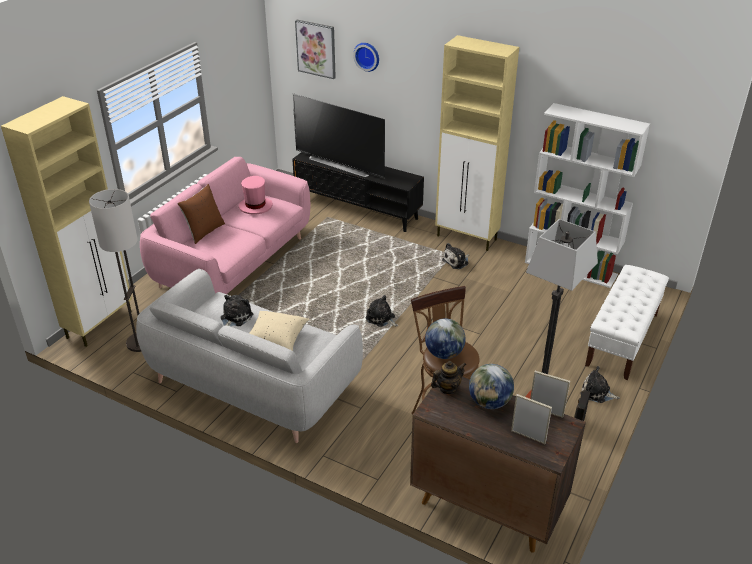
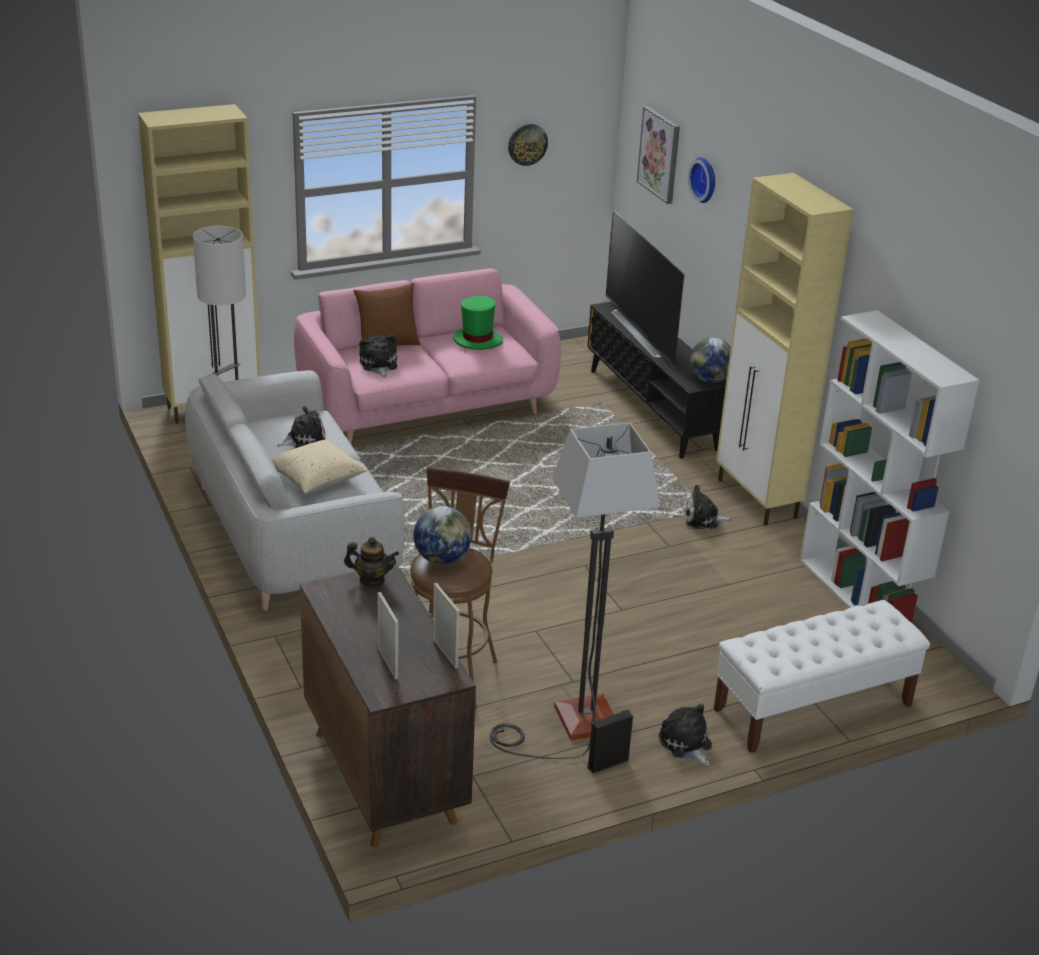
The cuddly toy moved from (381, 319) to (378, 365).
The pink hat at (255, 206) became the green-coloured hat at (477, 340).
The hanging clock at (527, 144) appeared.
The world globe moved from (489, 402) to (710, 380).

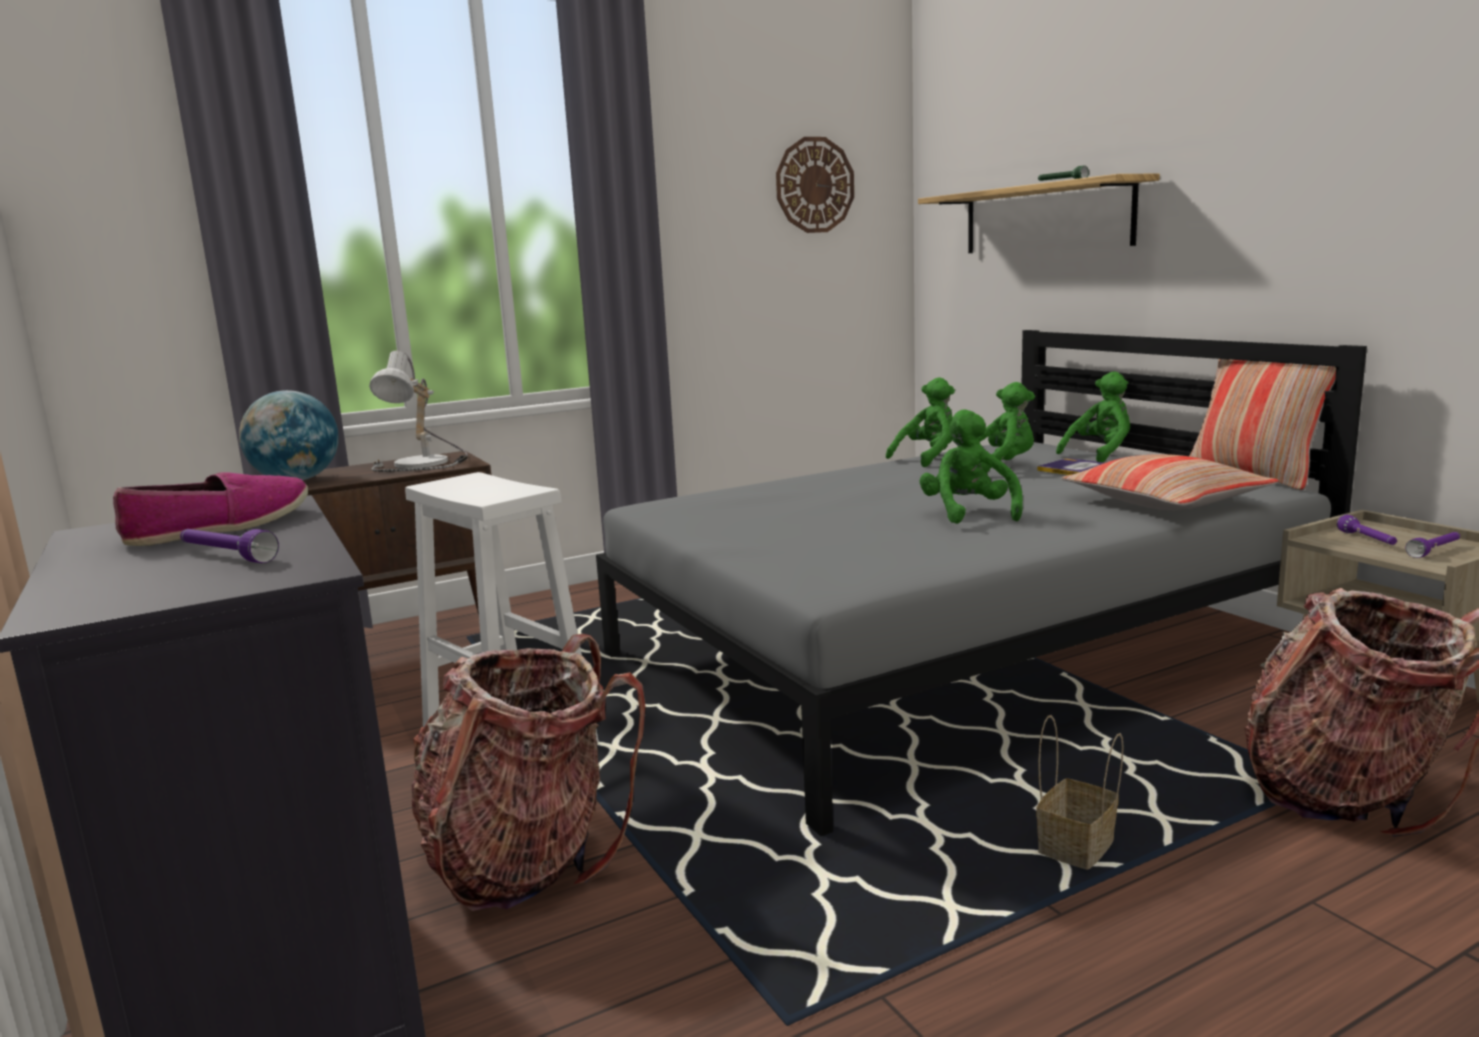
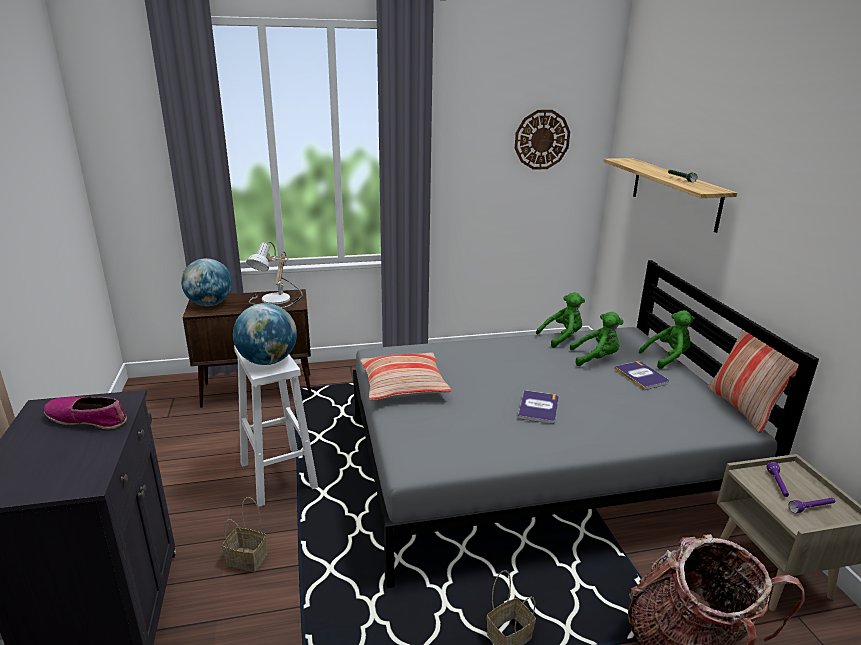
The shoe at (221, 527) turned 135 degrees counterclockwise.
The rucksack at (526, 858) was replaced by the household basket at (248, 559).
The world globe at (268, 361) appeared.
The pillow moved from (1165, 502) to (403, 385).
The green-coloured cuddly toy at (968, 513) was replaced by the book at (538, 407).
The purplish hand torch at (226, 556) disappeared.

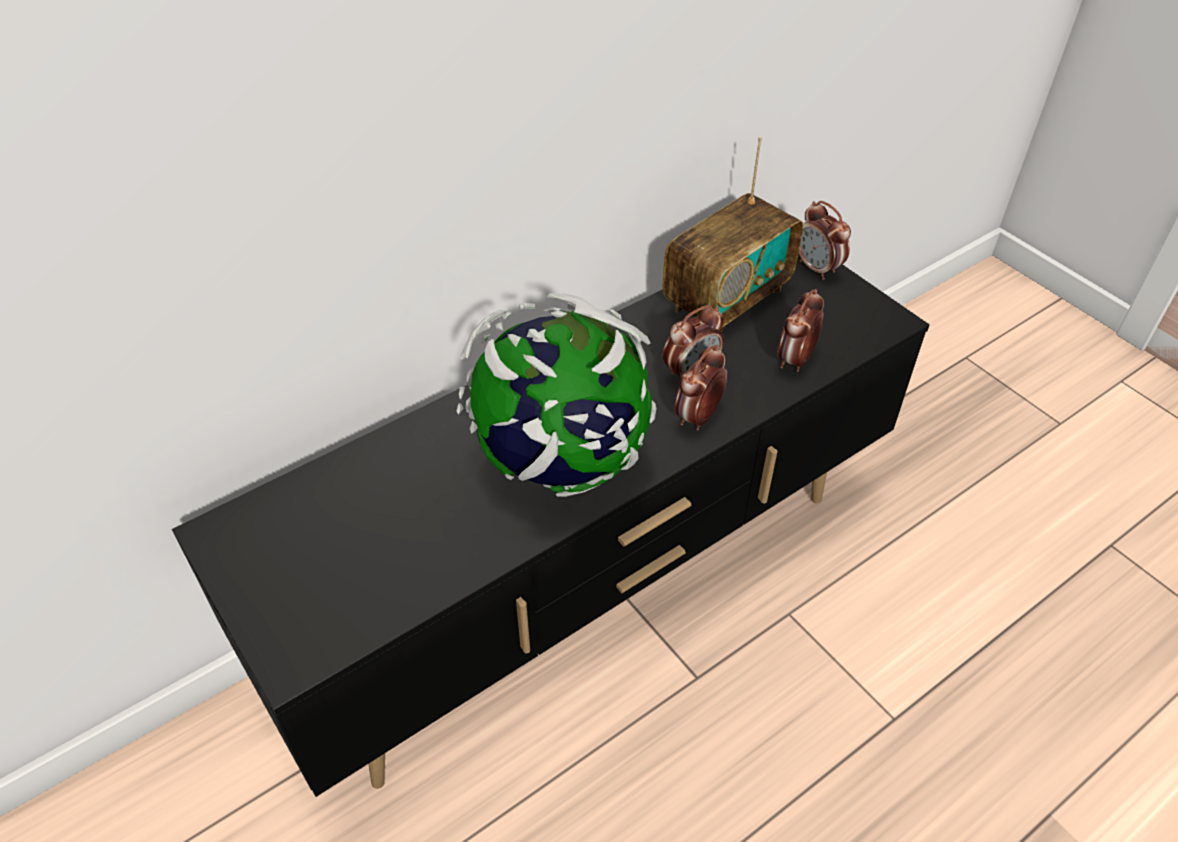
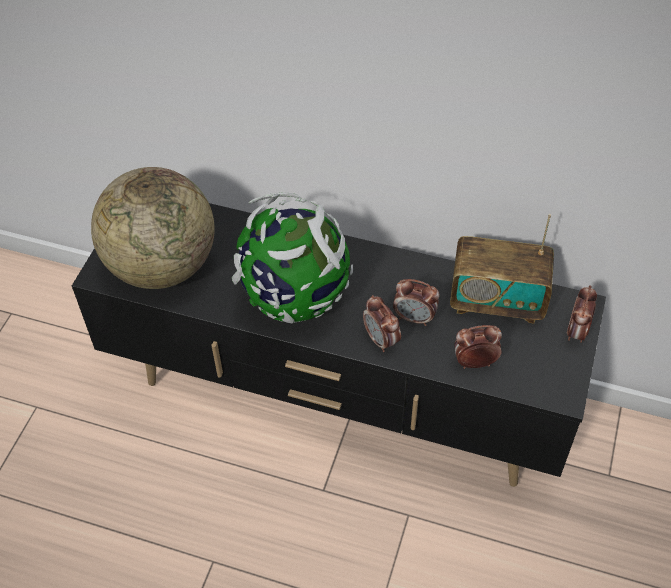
The world globe at (162, 266) appeared.
The table clock at (698, 417) turned 120 degrees counterclockwise.

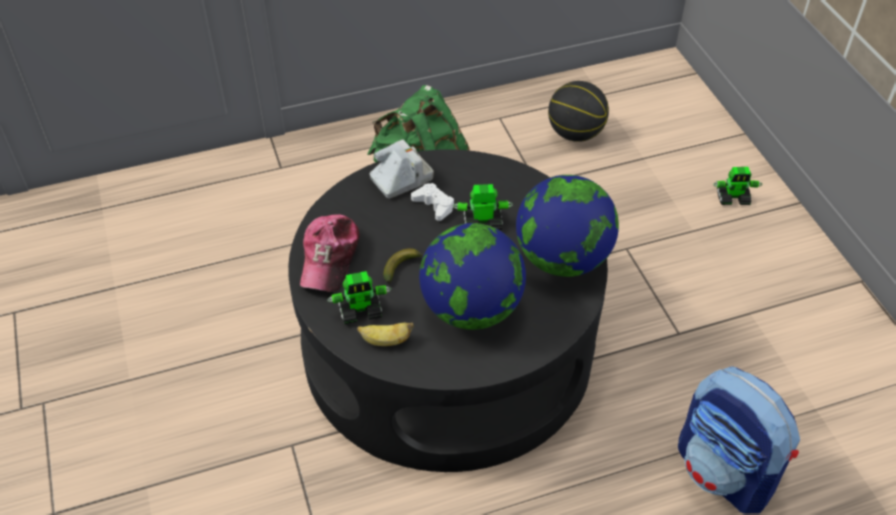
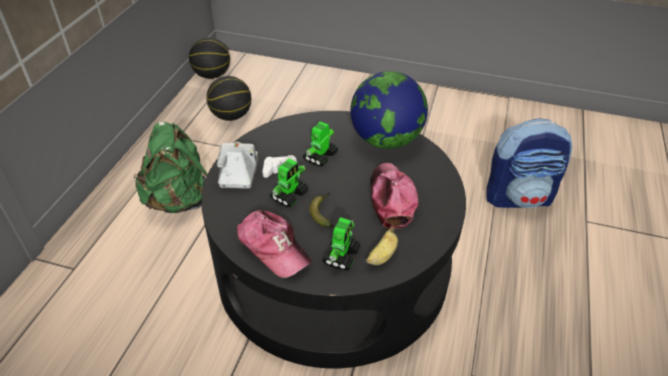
The basketball at (212, 75) appeared.
The robot figure moved from (733, 198) to (290, 195).
The world globe at (471, 309) was replaced by the peaked cap at (391, 199).

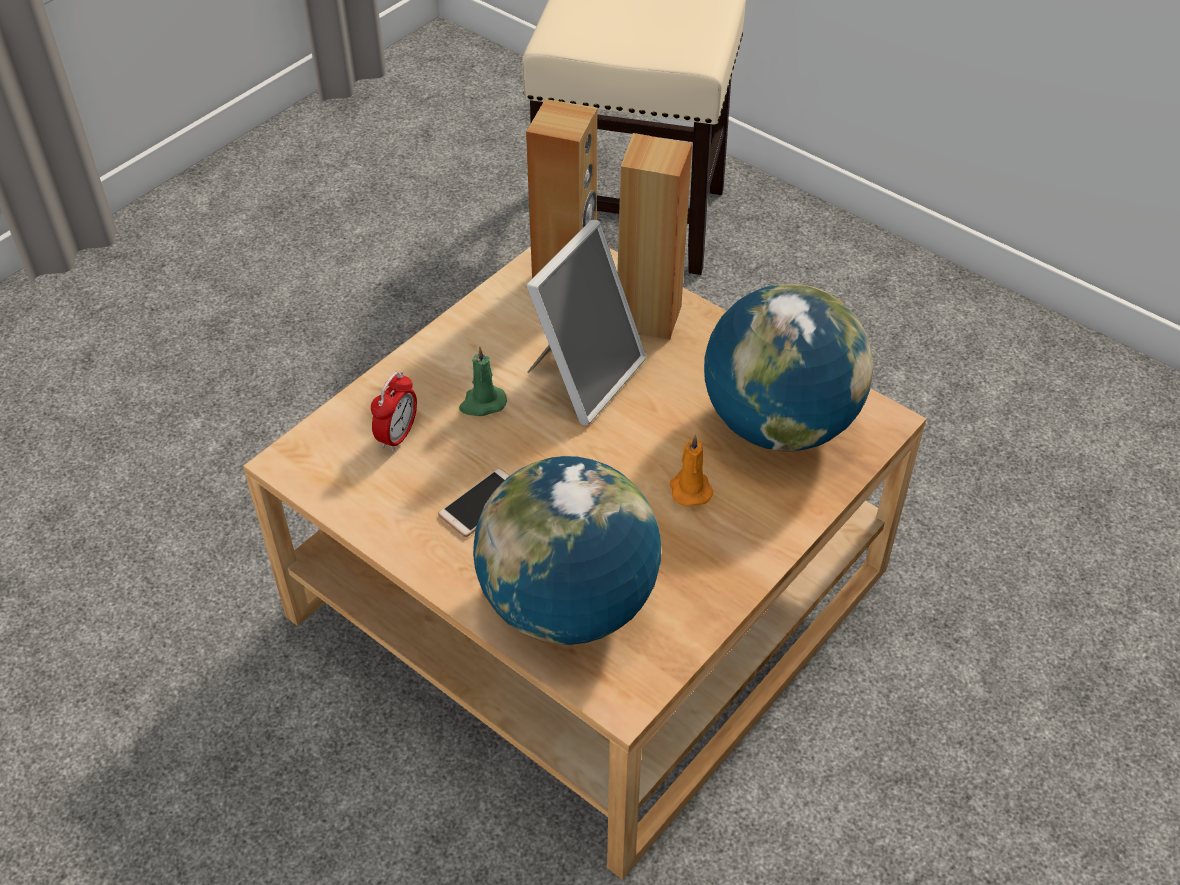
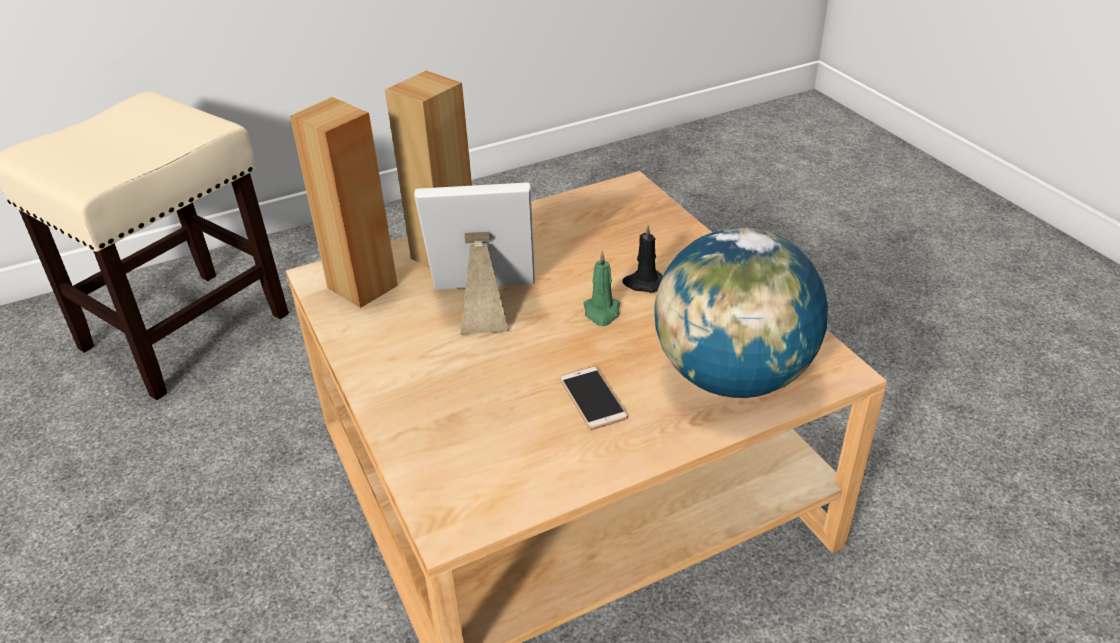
The picture frame at (583, 376) turned 60 degrees counterclockwise.
The green-coloured wax candle moved from (482, 403) to (602, 312).
The orangey wax candle at (690, 488) became the black-coloured wax candle at (643, 283).
The table clock at (397, 435) disappeared.
The world globe at (779, 424) disappeared.

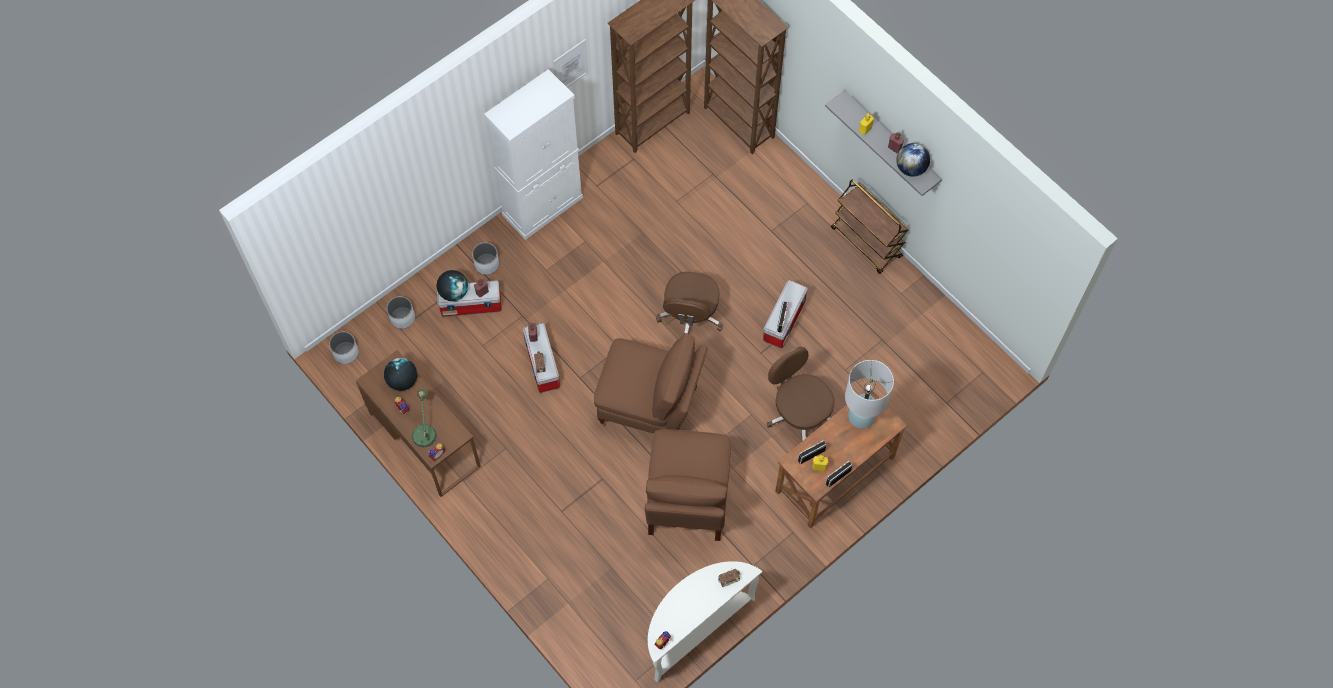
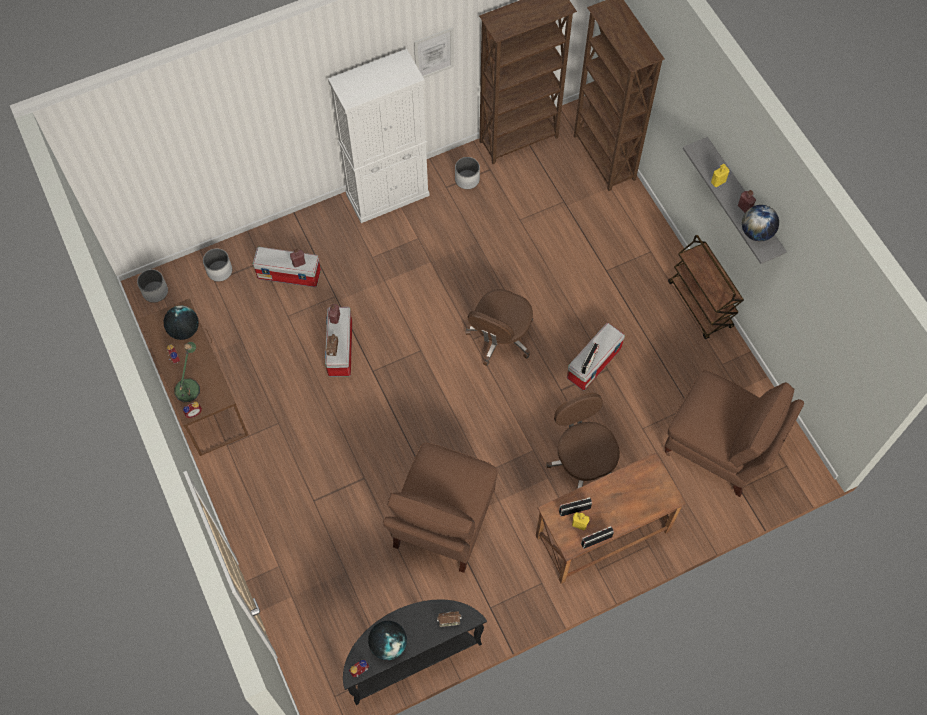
The white hall table at (694, 627) became the black-coloured hall table at (411, 657).
The world globe moved from (454, 292) to (388, 644).
The white flower pot moved from (486, 264) to (467, 179).
The brown-coloured upright chair moved from (650, 406) to (719, 447).
The white tabletop lamp at (861, 416) disappeared.

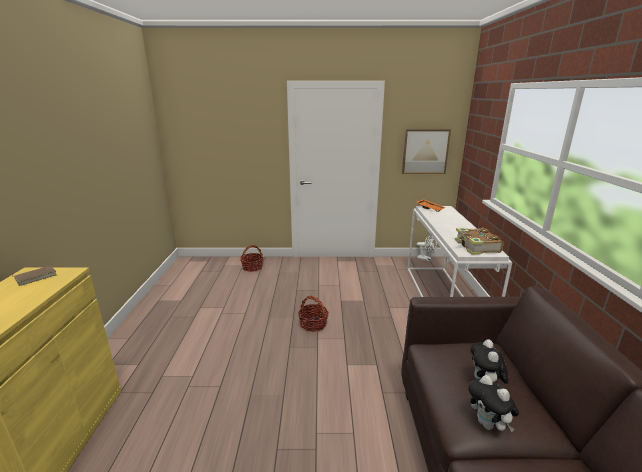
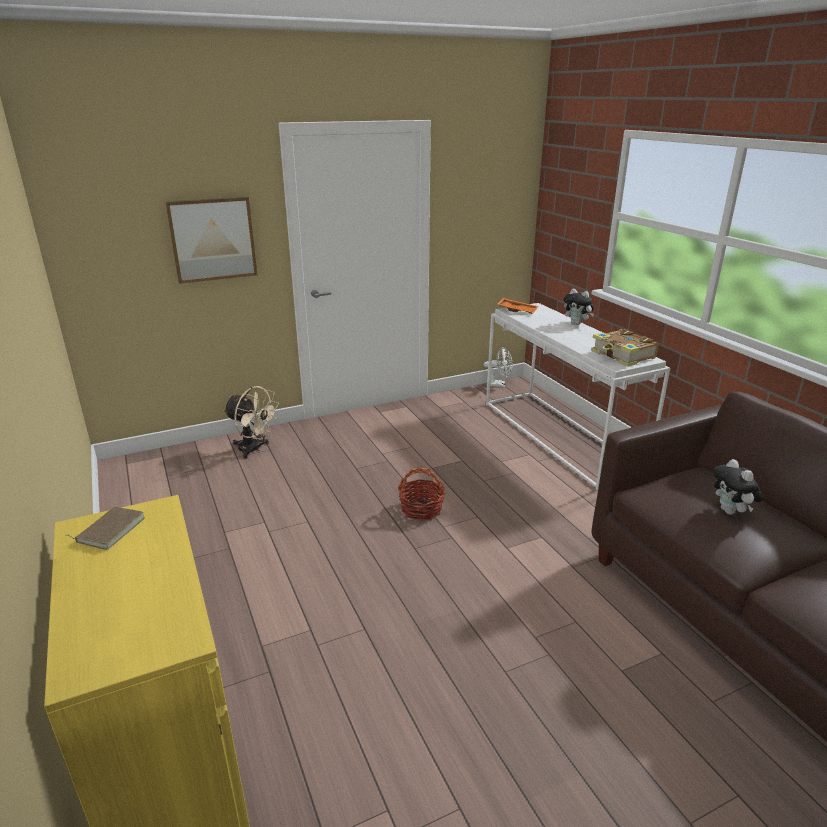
The wall picture moved from (425, 151) to (212, 239).
The household basket at (252, 267) was replaced by the beige cooling fan at (254, 449).
The cuddly toy moved from (488, 425) to (577, 324).

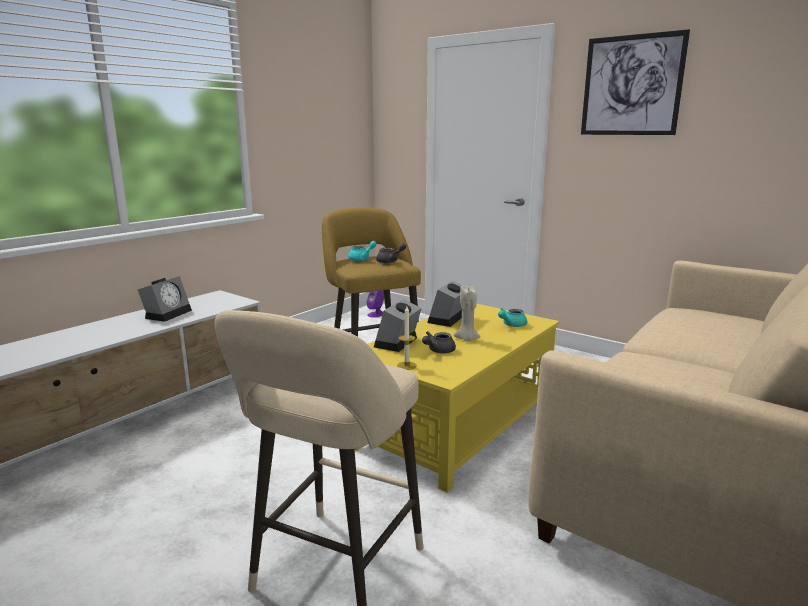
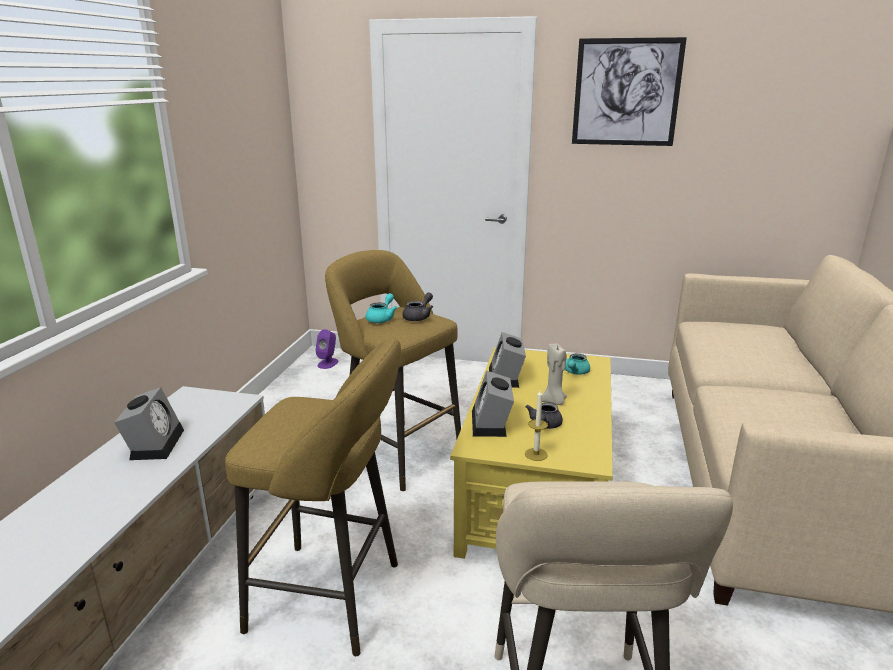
The yellow stool seat at (333, 598) appeared.

